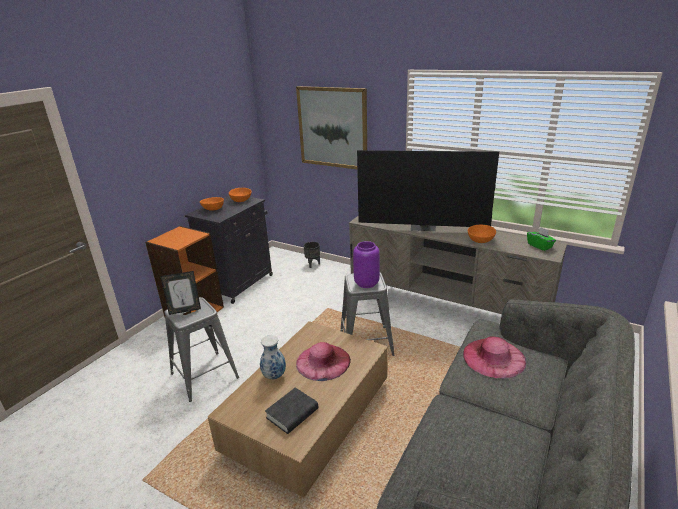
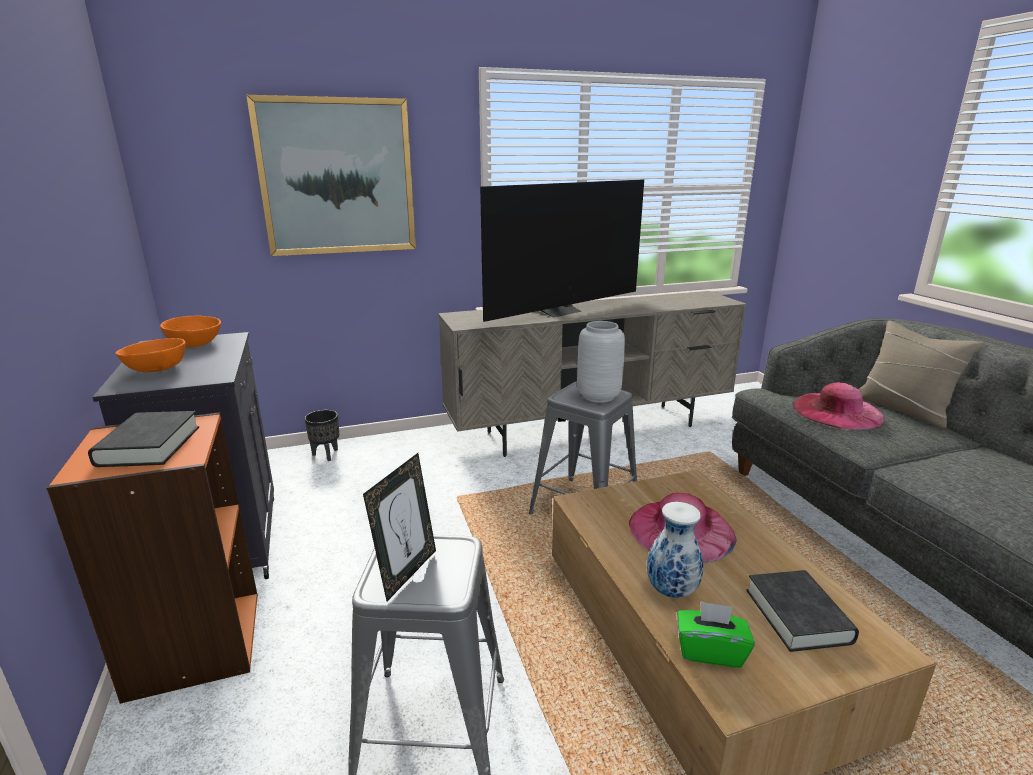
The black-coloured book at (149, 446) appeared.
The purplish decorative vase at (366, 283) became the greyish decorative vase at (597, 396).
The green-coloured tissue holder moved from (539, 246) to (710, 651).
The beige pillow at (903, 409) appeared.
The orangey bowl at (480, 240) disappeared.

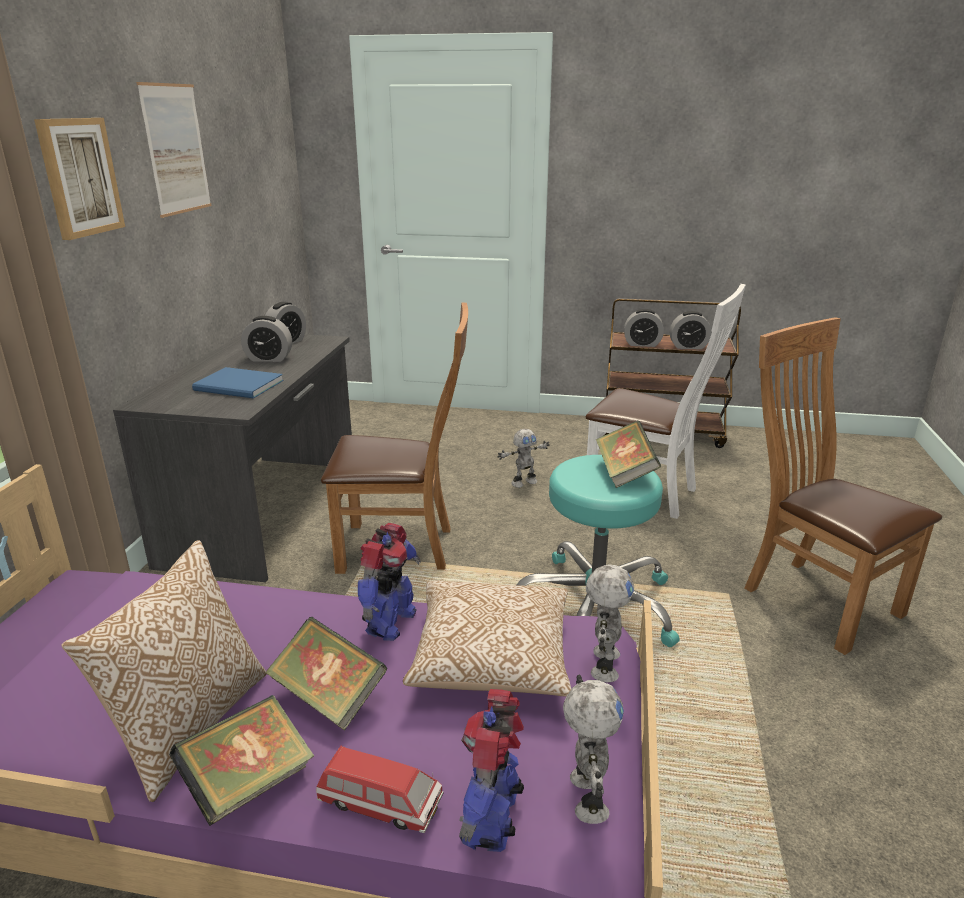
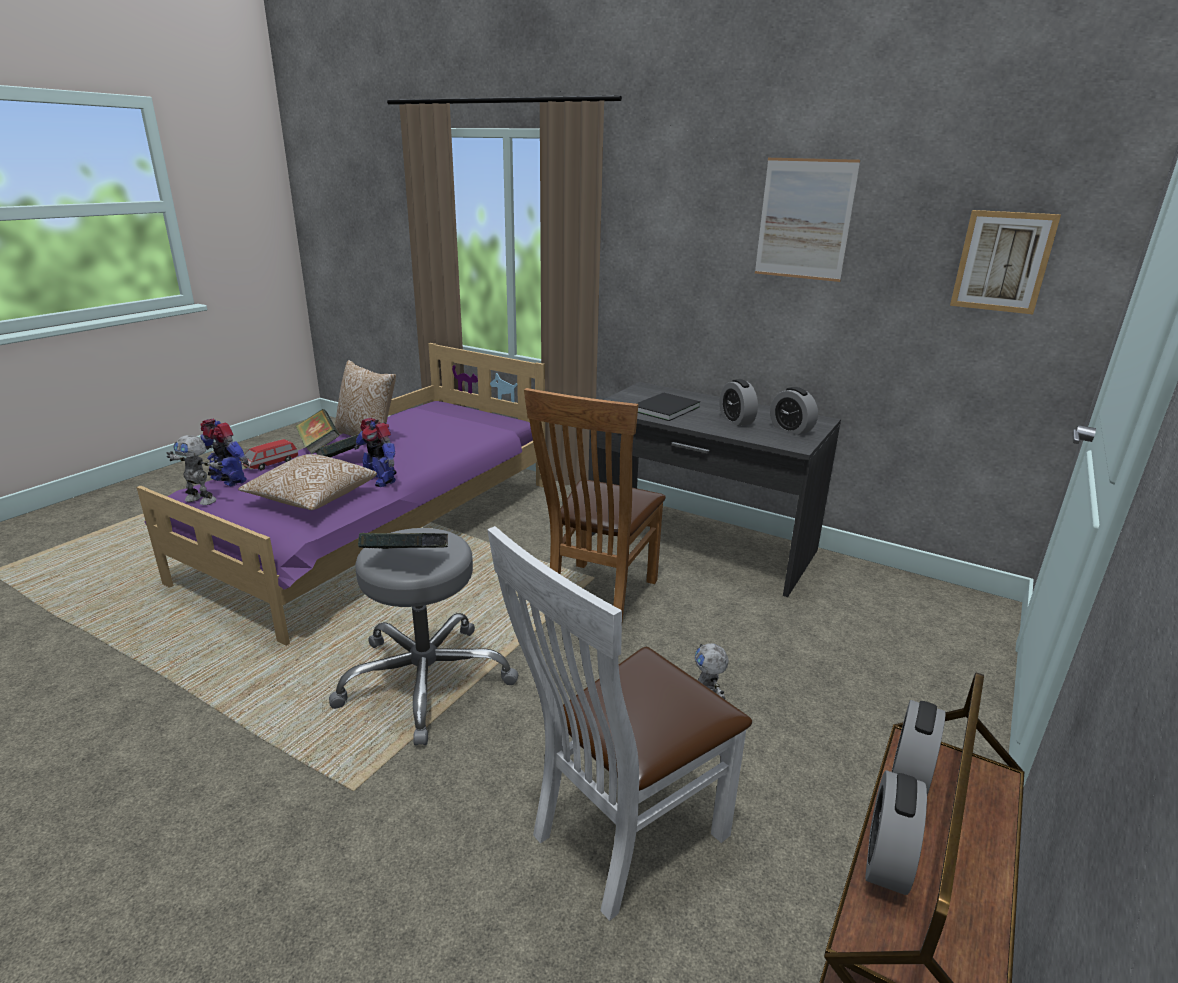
The turquoise-coloured stool seat at (595, 607) became the greyish stool seat at (425, 680).
The blue-coloured book at (239, 386) became the black-coloured book at (663, 409).
The table clock at (269, 358) turned 45 degrees counterclockwise.
The wall picture moved from (79, 177) to (1003, 261).
The robot figure at (603, 664) disappeared.
The brown-coloured upright chair at (813, 598) disappeared.

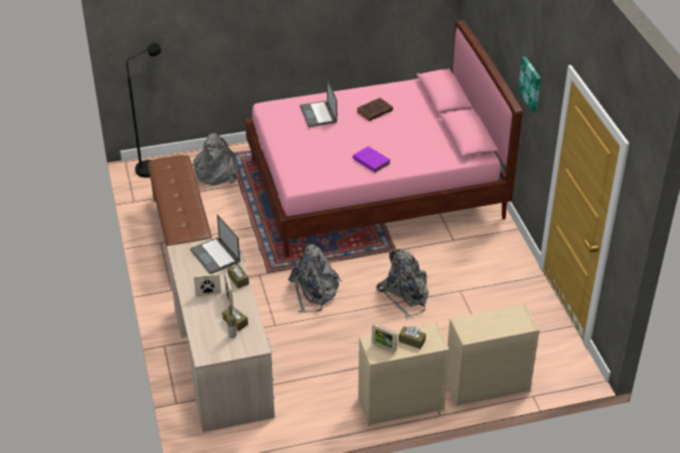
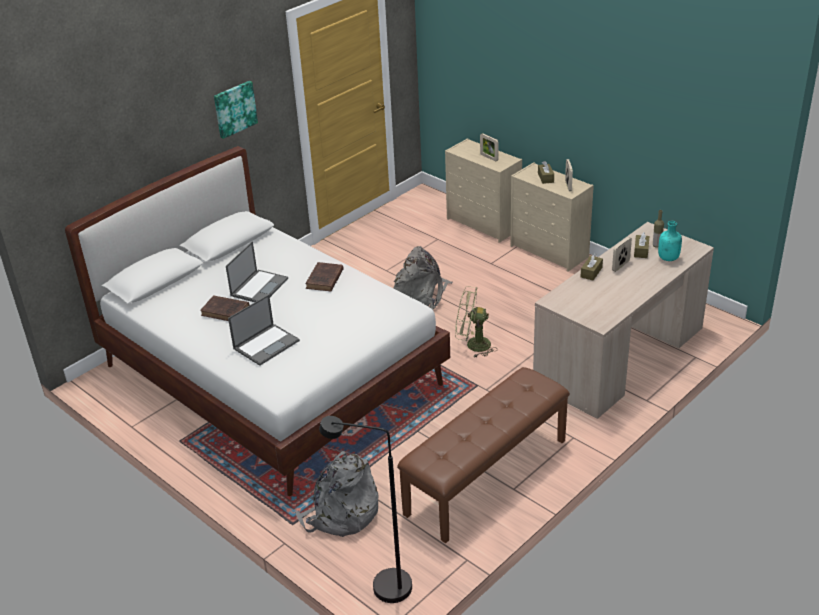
The pink bed at (375, 188) became the white bed at (272, 374).
The portable computer moved from (215, 256) to (259, 287).
The purplish book at (370, 161) became the brown-coloured book at (324, 280).
The greyish rucksack at (314, 291) was replaced by the green-coloured cooling fan at (472, 345).
The picture frame moved from (208, 294) to (489, 157).
The turquoise-coloured beverage bottle at (668, 258) appeared.

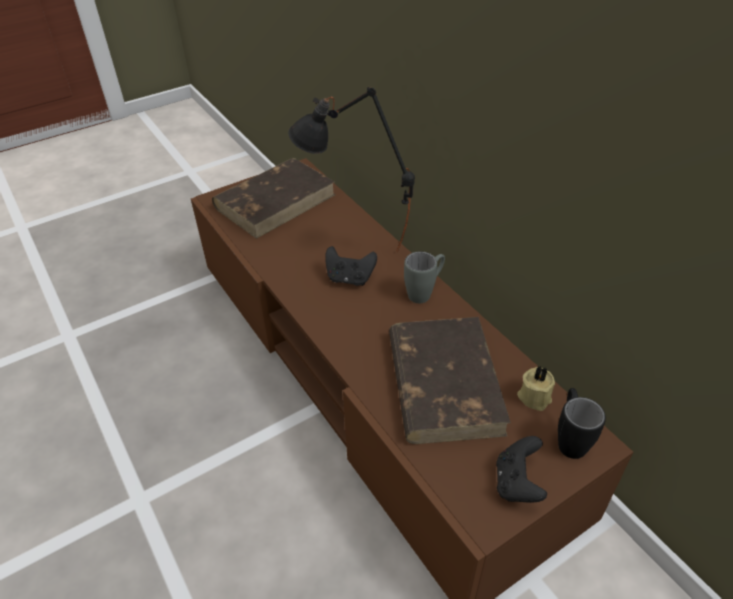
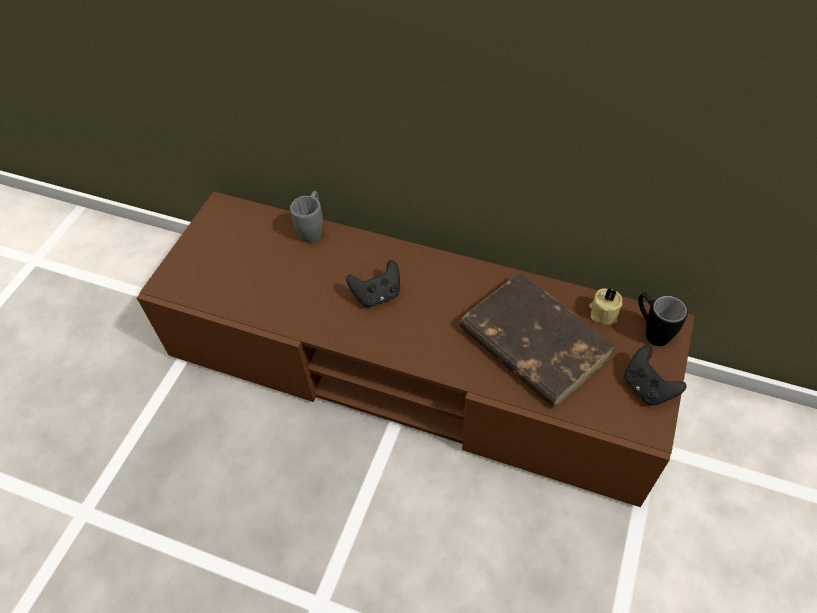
The greyish coffee mug moved from (424, 292) to (313, 230).
The brown-coloured book at (276, 200) disappeared.
The black-coloured tabletop lamp at (355, 253) disappeared.

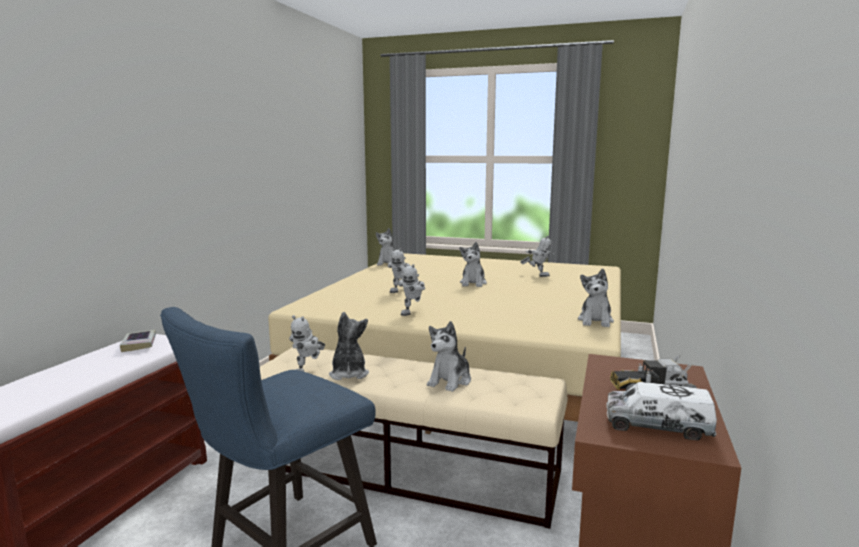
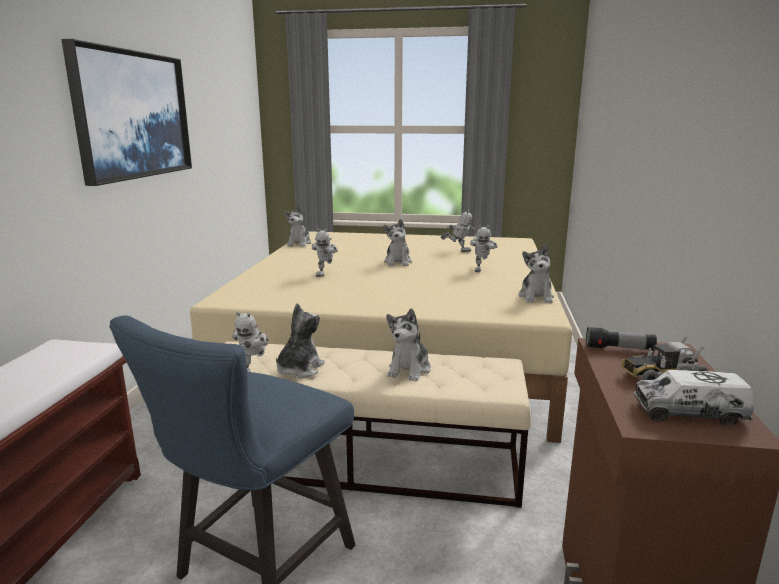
The wall picture at (133, 115) appeared.
The cuddly toy at (348, 374) turned 45 degrees clockwise.
The robot figure moved from (412, 313) to (481, 270).
The hand torch at (619, 349) appeared.
The book at (139, 344) disappeared.

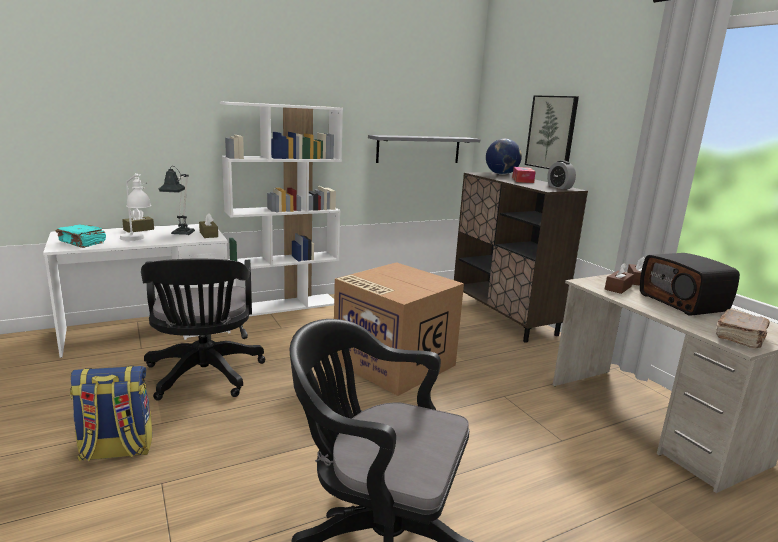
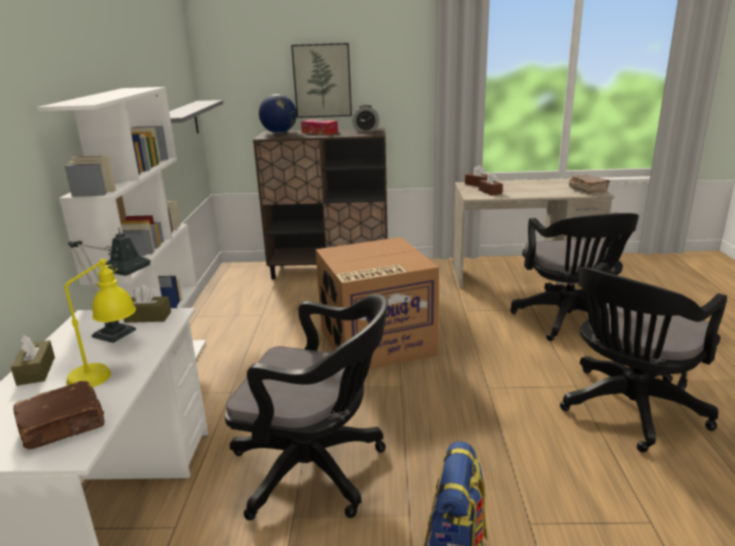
The turquoise-coloured book at (82, 243) became the brown-coloured book at (64, 427).
The white tabletop lamp at (137, 239) became the yellow tabletop lamp at (108, 373).
The black-coloured computer chair at (569, 321) appeared.
The radio set at (683, 303) disappeared.

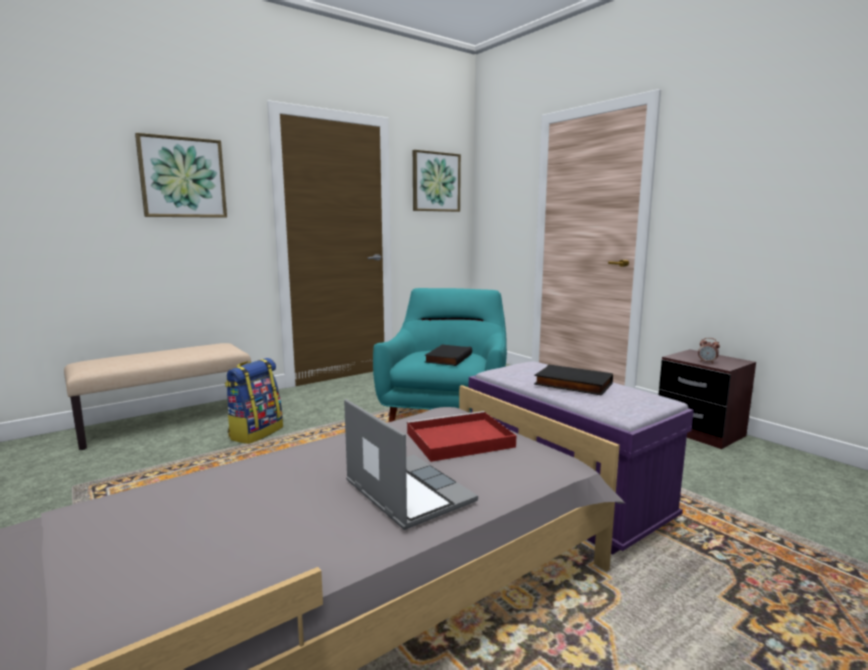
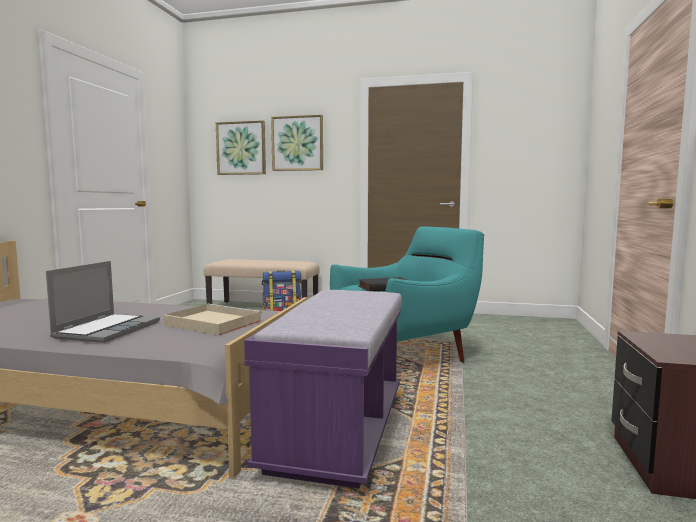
The red-coloured tray at (457, 440) became the beige tray at (211, 323).
The wall picture moved from (435, 182) to (241, 148).
The black-coloured book at (572, 384) disappeared.
The table clock at (707, 362) disappeared.

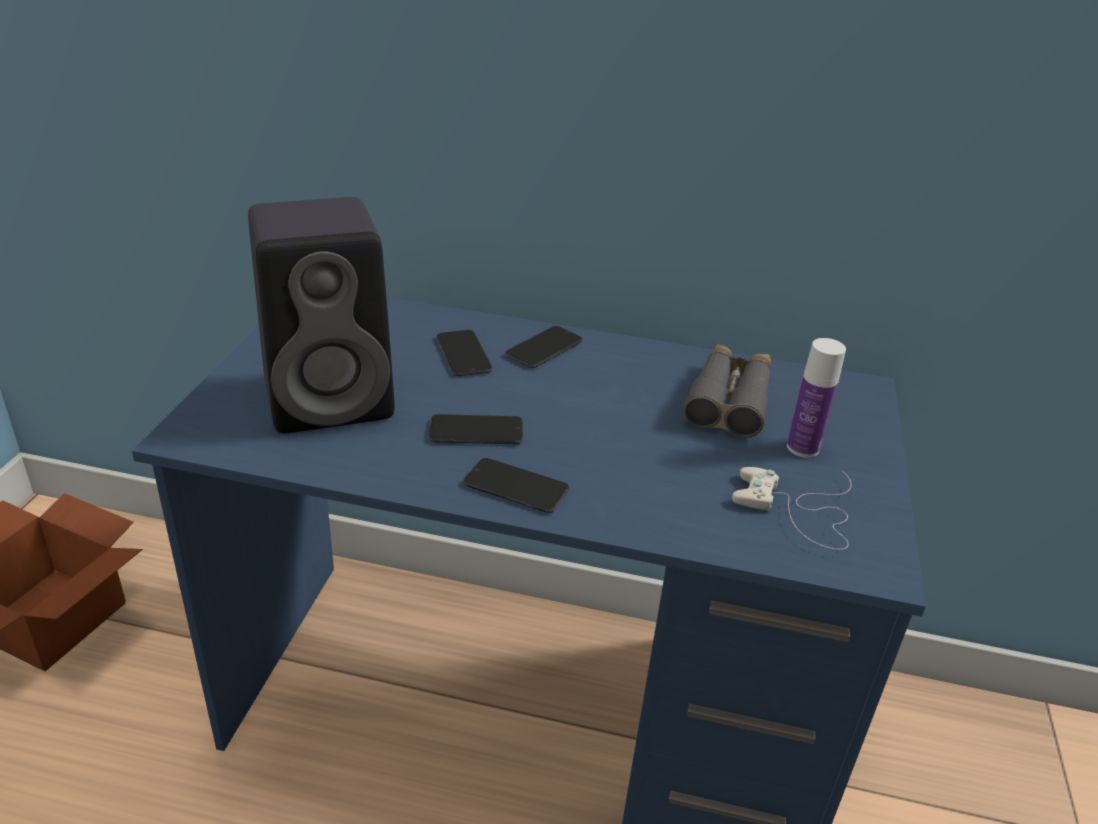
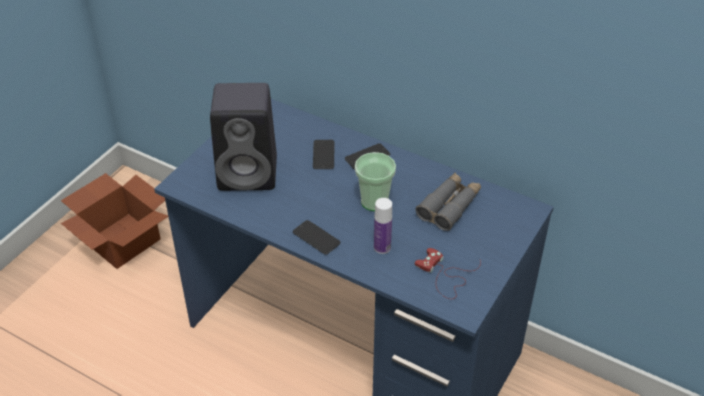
The small cup at (374, 202) appeared.
The beverage bottle moved from (803, 447) to (382, 247).
The white joypad at (799, 511) became the red-coloured joypad at (445, 275).
The phone at (476, 431) disappeared.

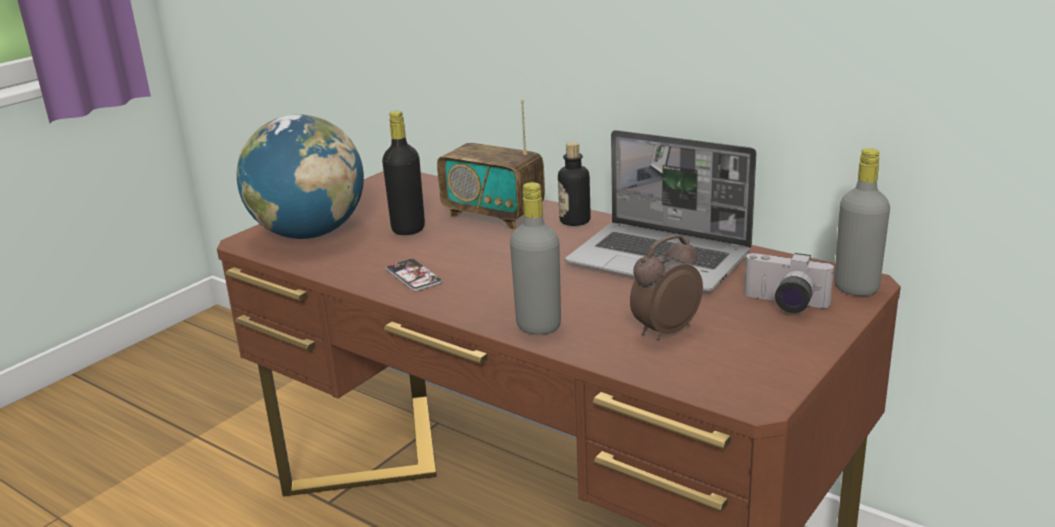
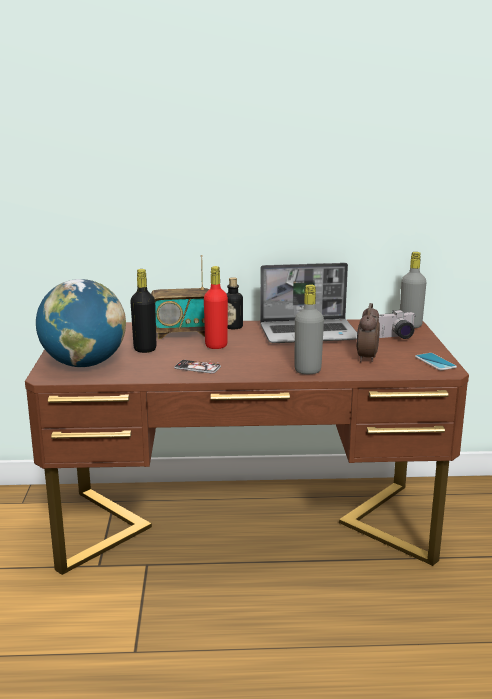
The red-coloured beverage bottle at (216, 345) appeared.
The phone at (435, 362) appeared.

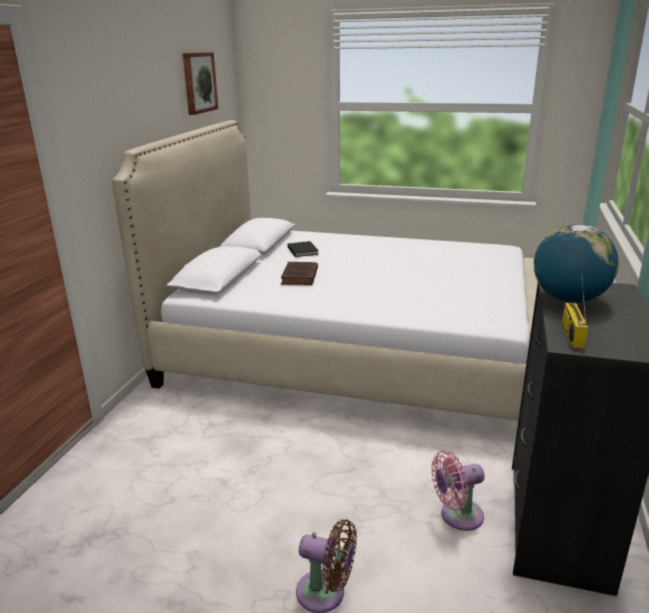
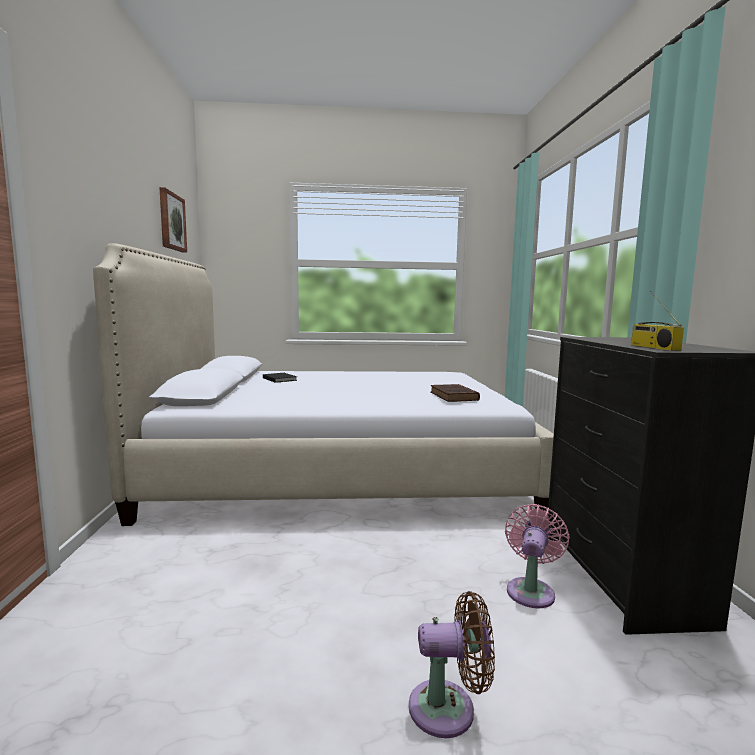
The brown-coloured book moved from (299, 277) to (454, 396).
The pink cooling fan at (457, 516) turned 150 degrees clockwise.
The world globe at (568, 299) disappeared.

